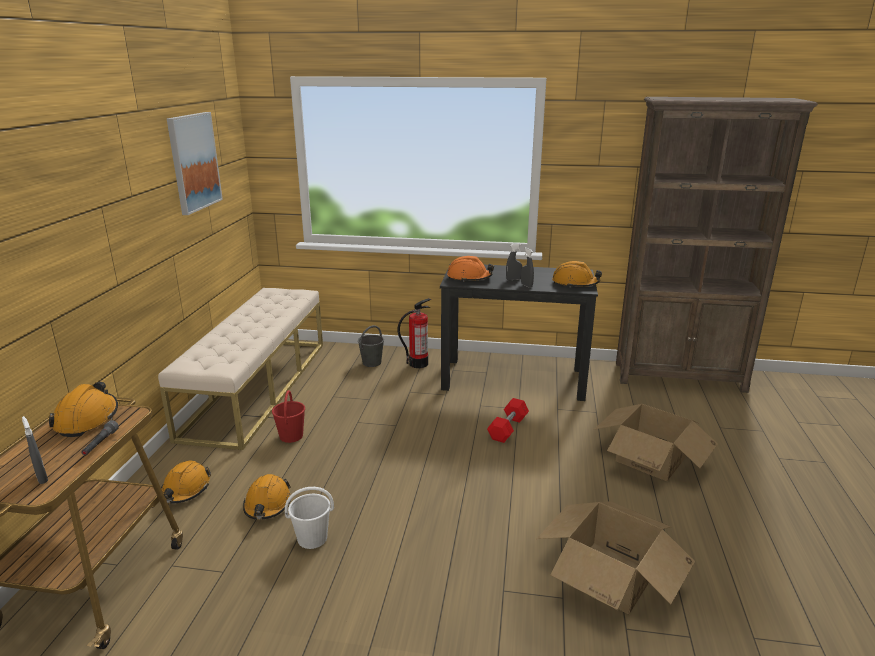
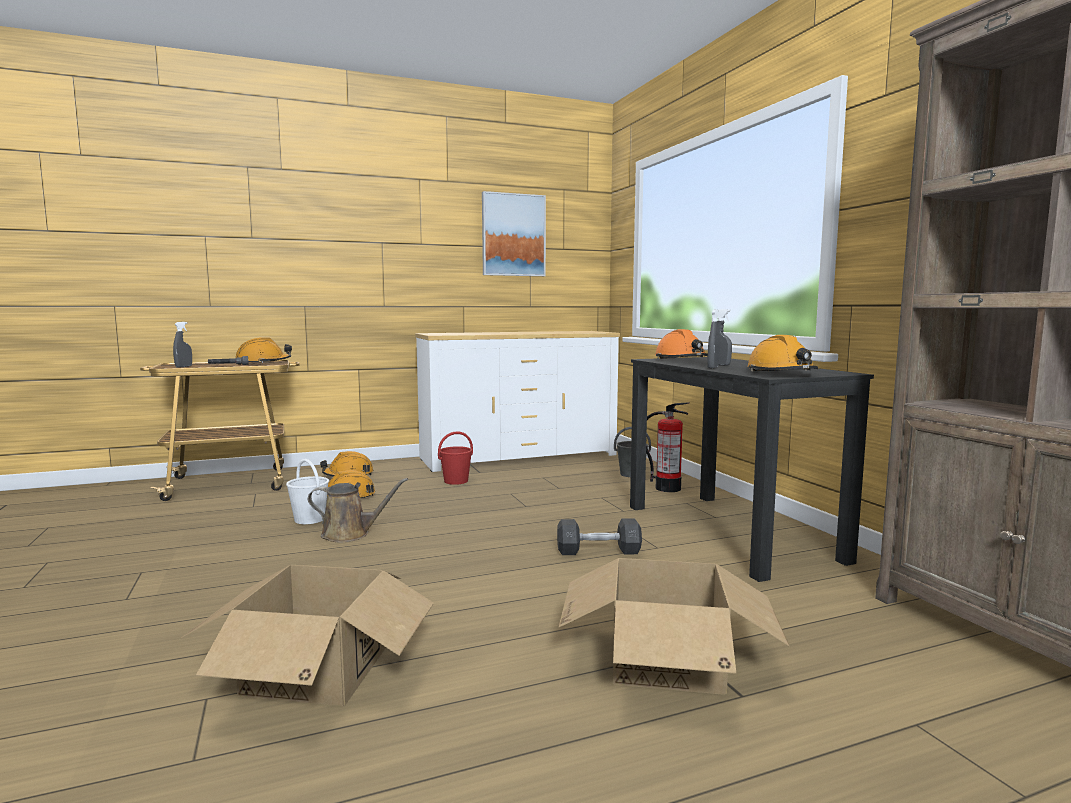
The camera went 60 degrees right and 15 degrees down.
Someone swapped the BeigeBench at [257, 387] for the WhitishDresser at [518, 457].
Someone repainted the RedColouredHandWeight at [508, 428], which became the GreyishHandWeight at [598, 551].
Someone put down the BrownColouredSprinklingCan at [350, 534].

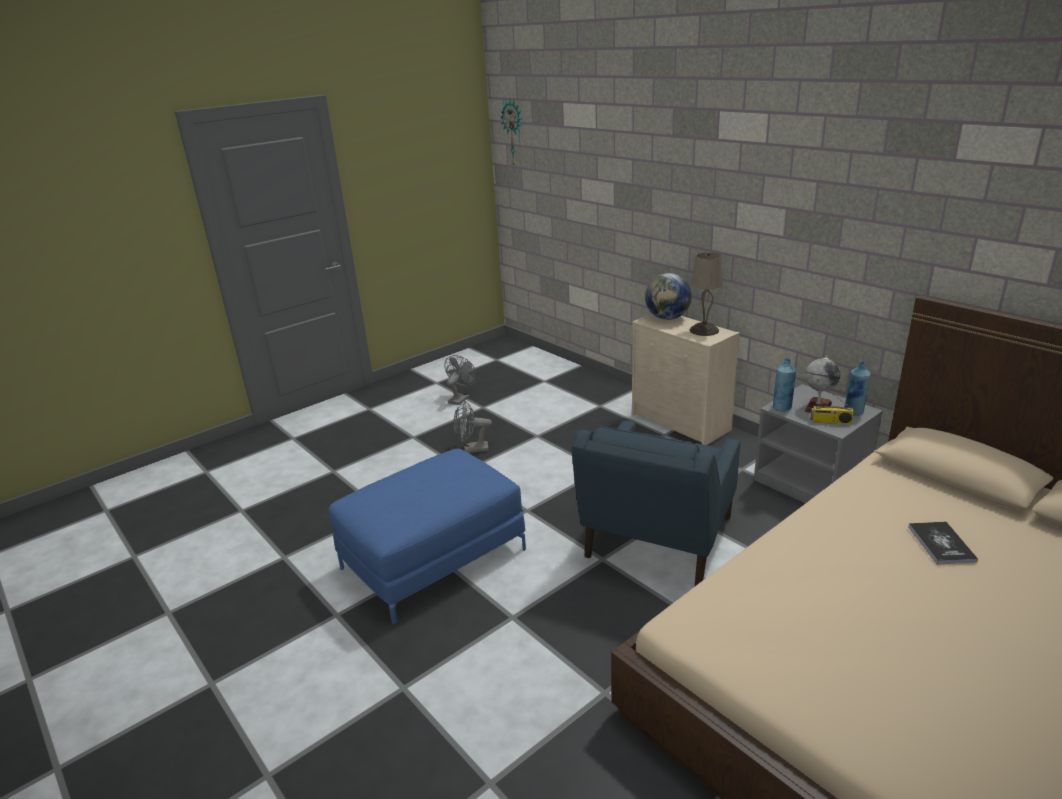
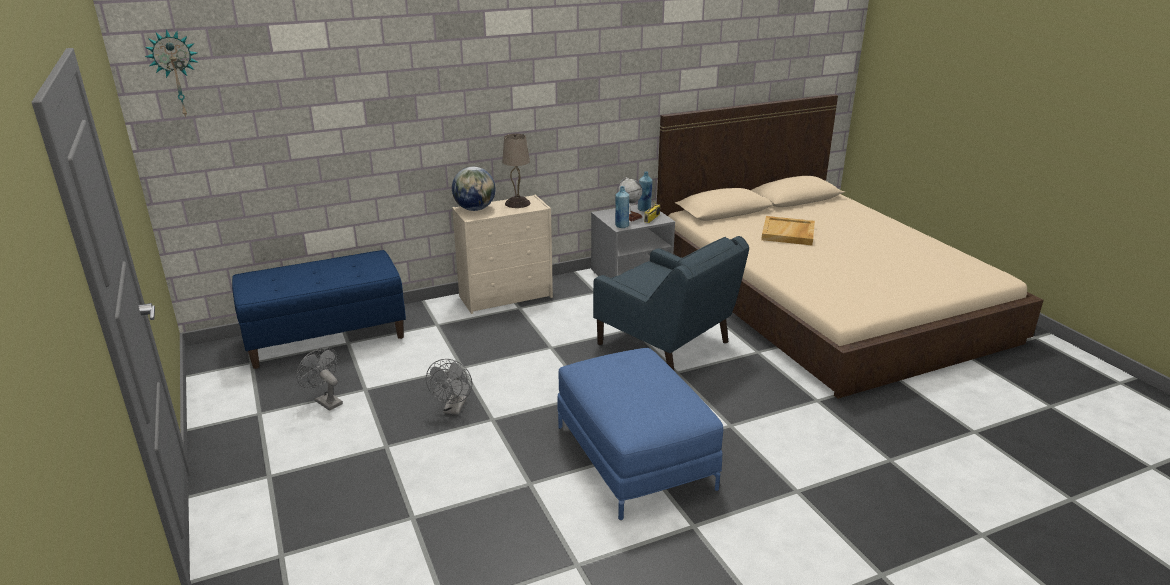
The camera went 75 degrees left and 0 degrees up.
Someone swapped the BoundBook at [941, 544] for the BeigeTray at [788, 233].
Someone put down the BluishBench at [327, 337].

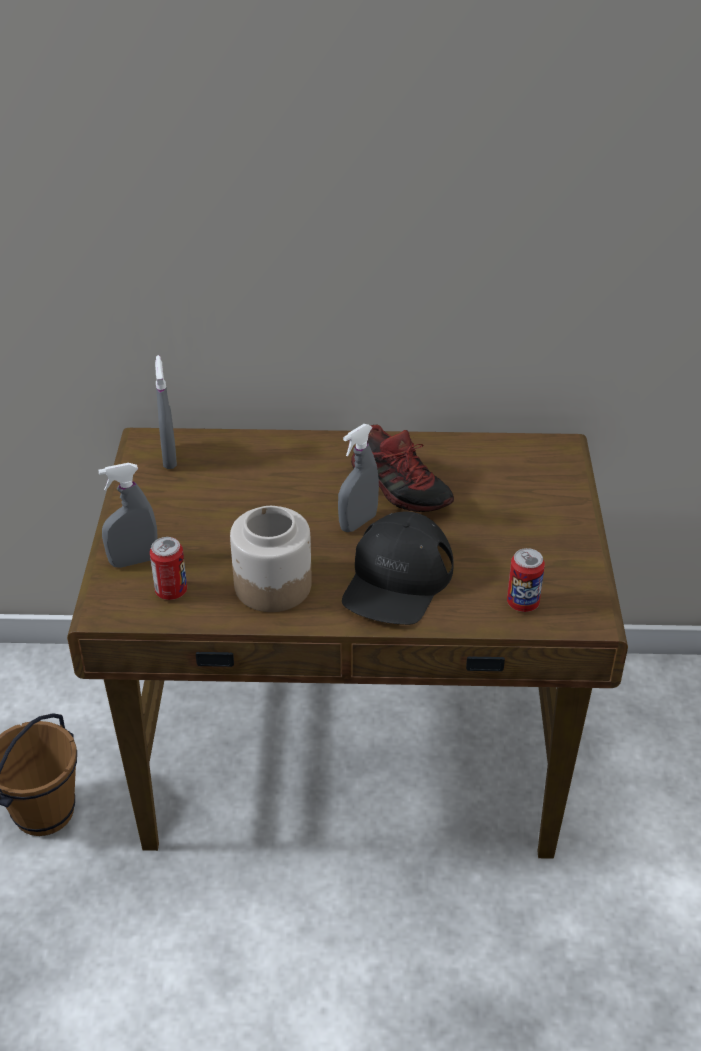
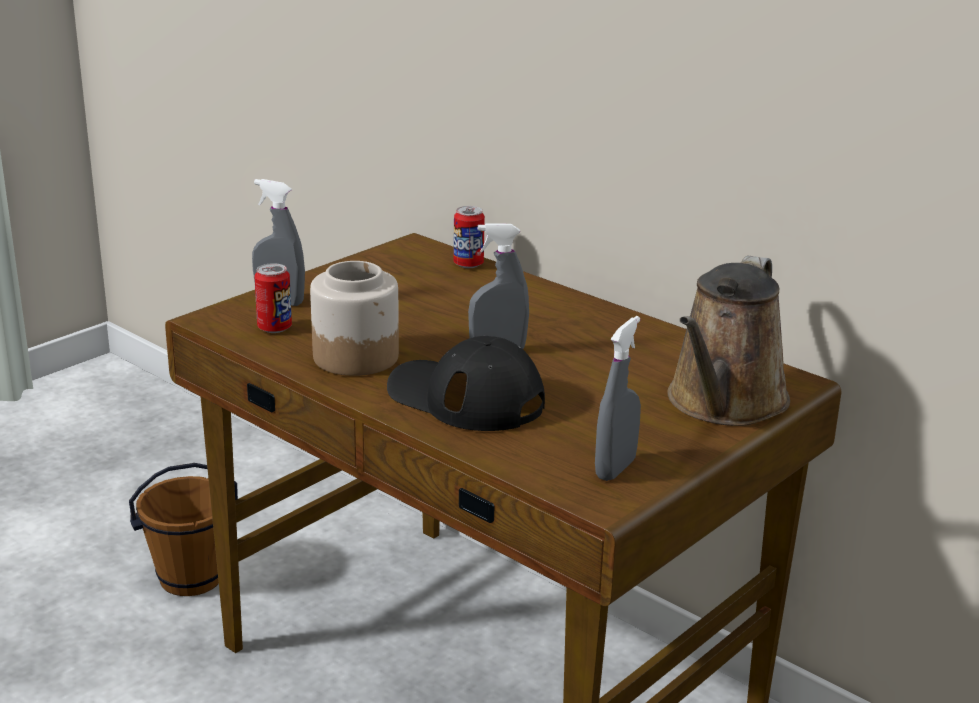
The camera went 40 degrees right and 15 degrees down.
Someone carried the GreyishSprayer from [169, 458] to [615, 469].
Someone took away the Shoe at [402, 487].
Someone rotated the BlackishCap at [397, 580] by 60 degrees clockwise.
Someone carried the SealedCan from [522, 603] to [468, 264].
Someone put down the BrownColouredSprinklingCan at [724, 403].

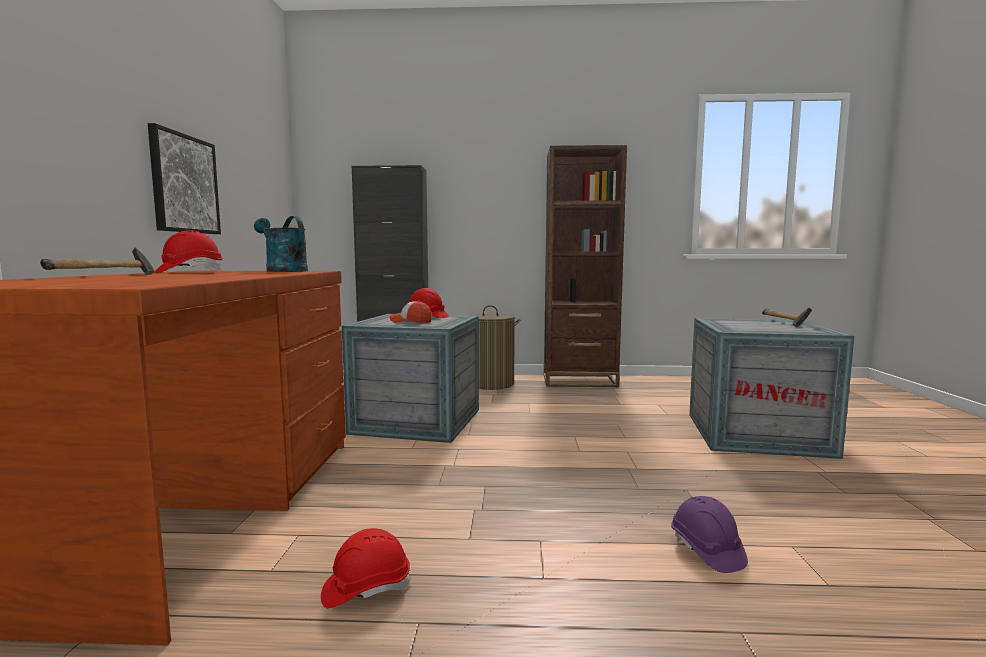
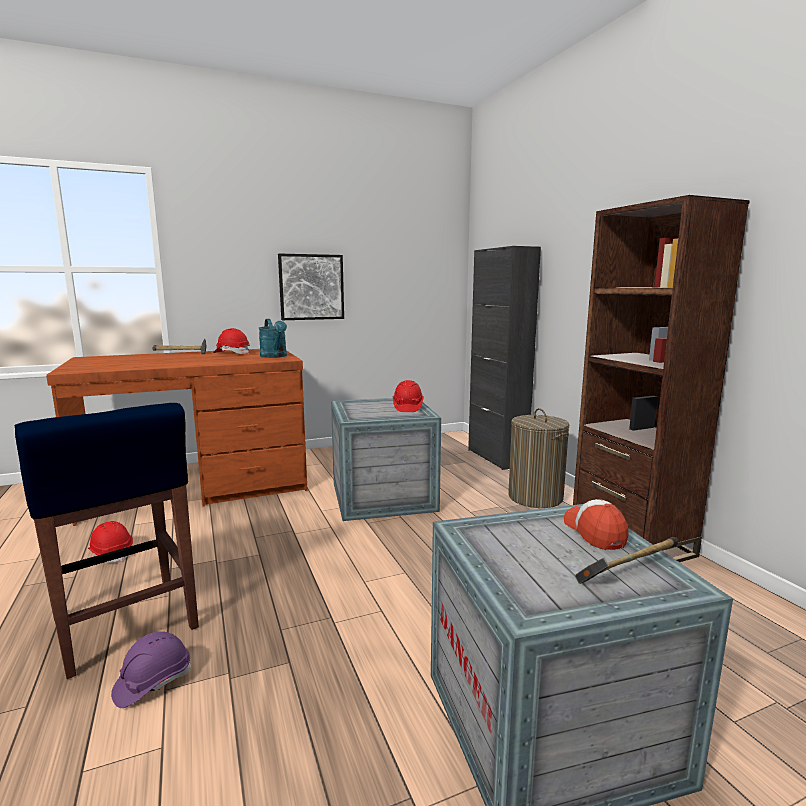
The camera went 65 degrees right and 5 degrees up.
Someone rotated the TurquoiseColouredSprinklingCan at [282, 271] by 135 degrees clockwise.
Someone carried the Cap from [411, 321] to [594, 532].
Someone put down the BluishStool at [125, 625].

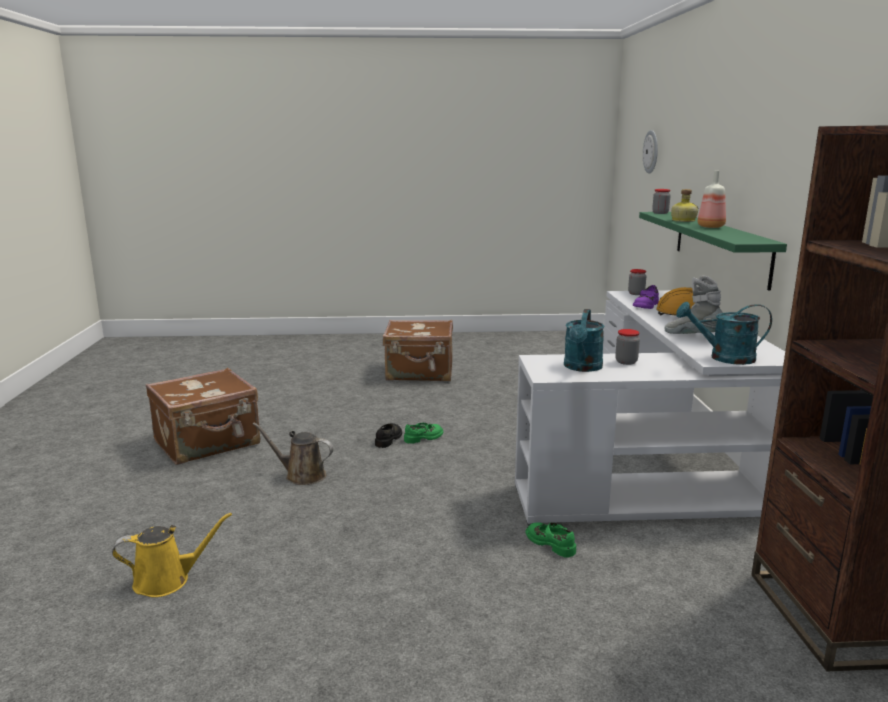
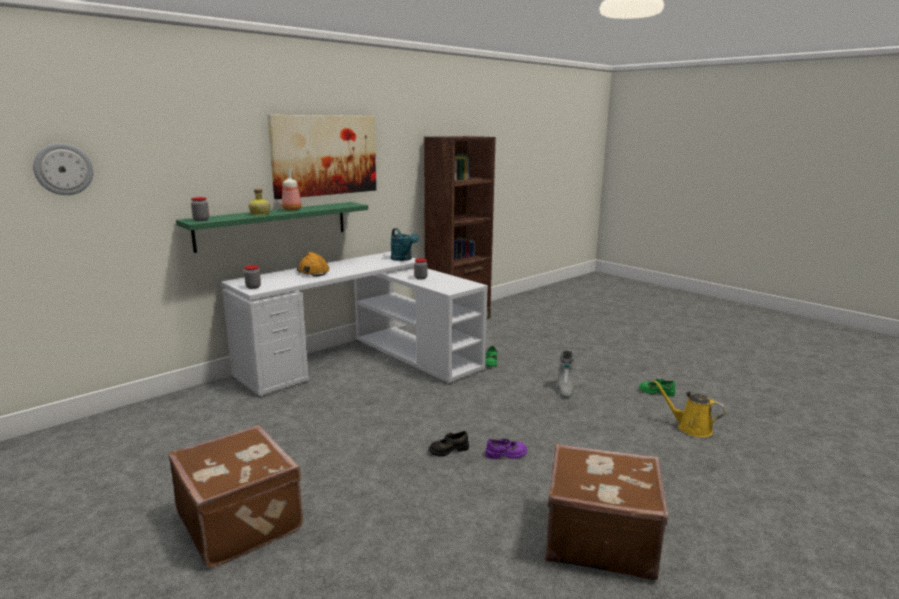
The camera went 130 degrees left and 0 degrees up.
Someone carried the GreyishTallBoot from [692, 336] to [564, 389].
Someone carried the PurpleColouredShoe from [645, 305] to [506, 454].
Someone took away the TurquoiseColouredSprinklingCan at [582, 368].
Someone took away the BrownColouredSprinklingCan at [301, 475].
Someone carried the GreenishShoe from [424, 438] to [656, 392].
Someone put up the WallPicture at [325, 155].

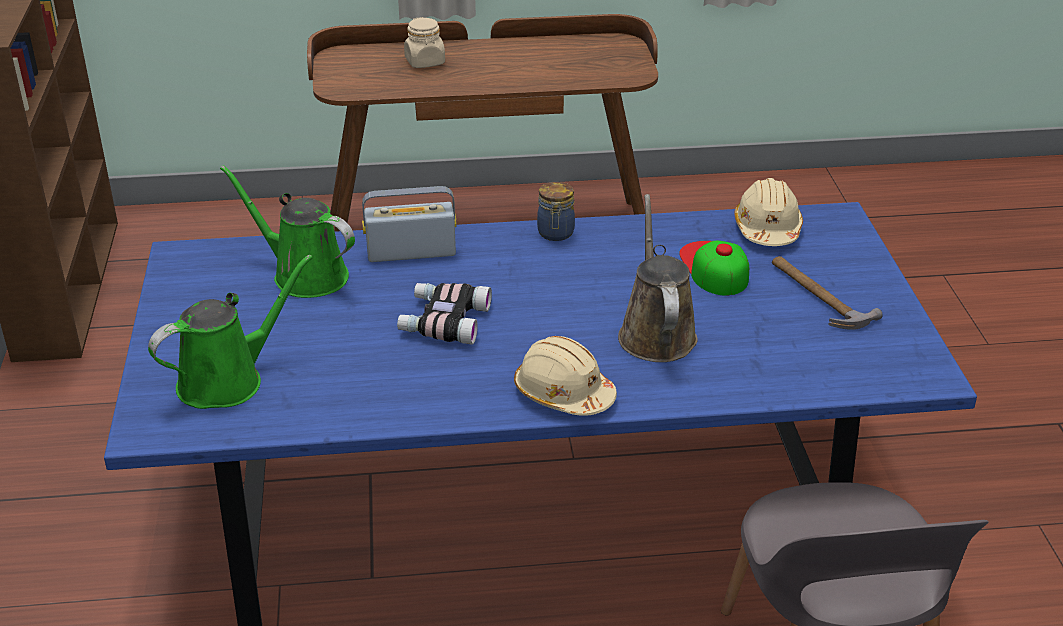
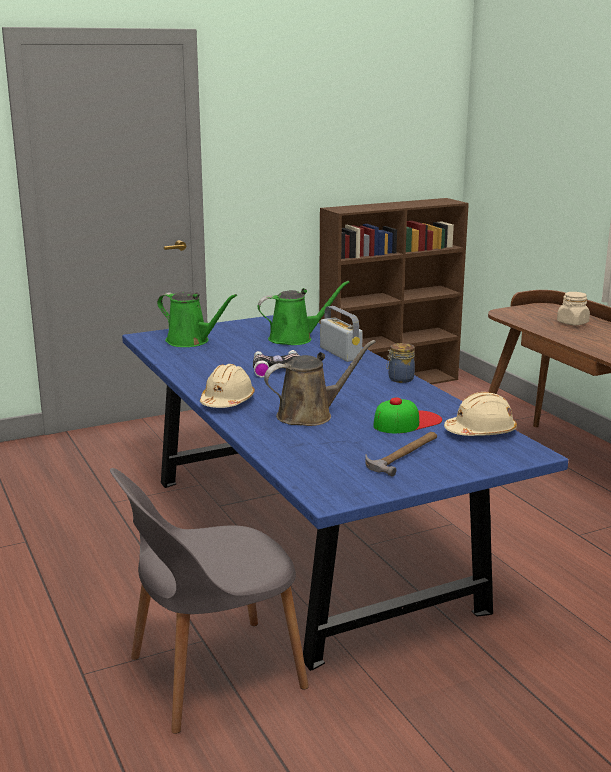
The camera went 70 degrees right and 15 degrees down.
Someone rotated the GreenishSprinklingCan at [304, 275] by 60 degrees clockwise.

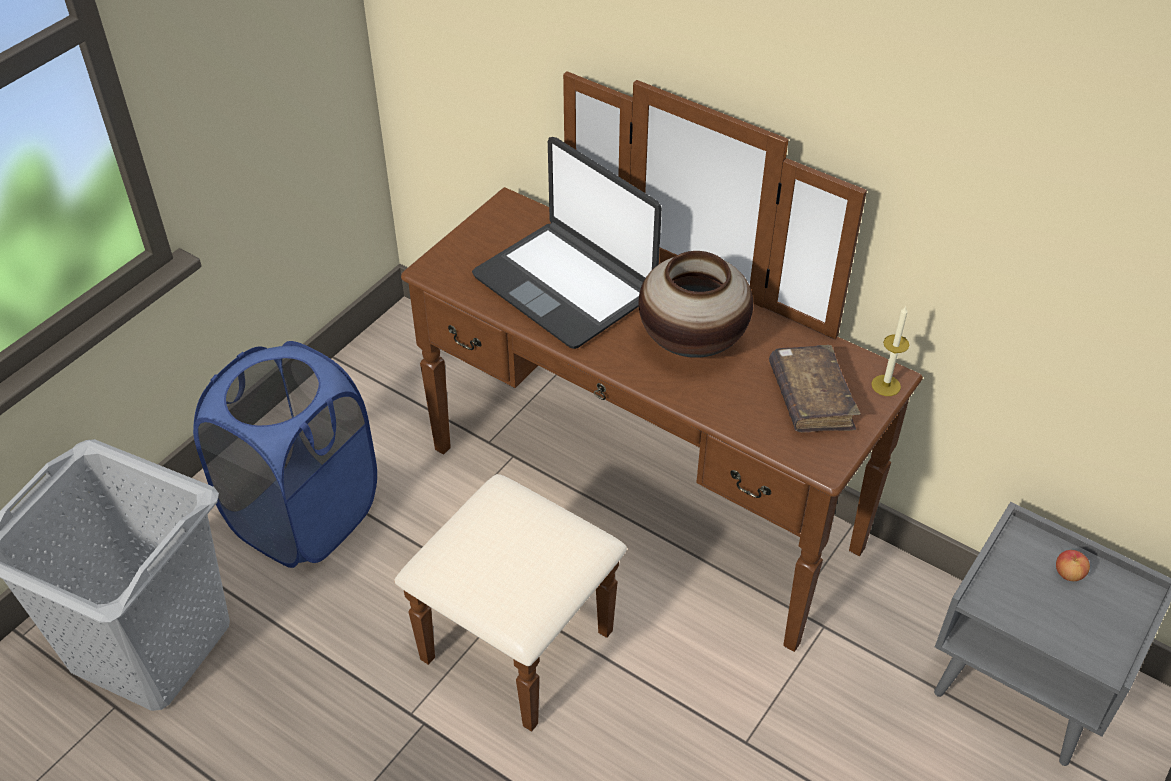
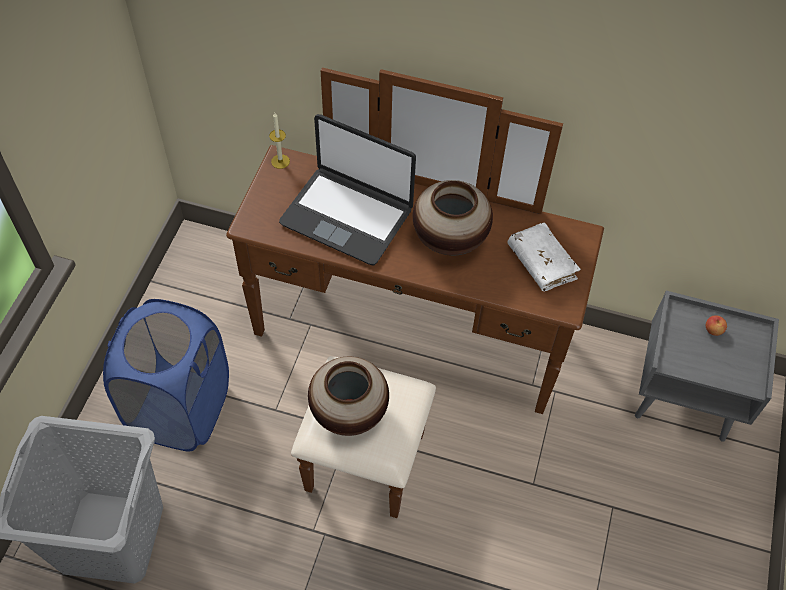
The camera went 20 degrees left and 10 degrees up.
Someone carried the WaxLight from [886, 385] to [280, 161].
Someone repainted the BrownColouredBoundBook at [811, 398], which became the WhitishBoundBook at [541, 263].
Someone put down the DecorativeVase at [349, 412].

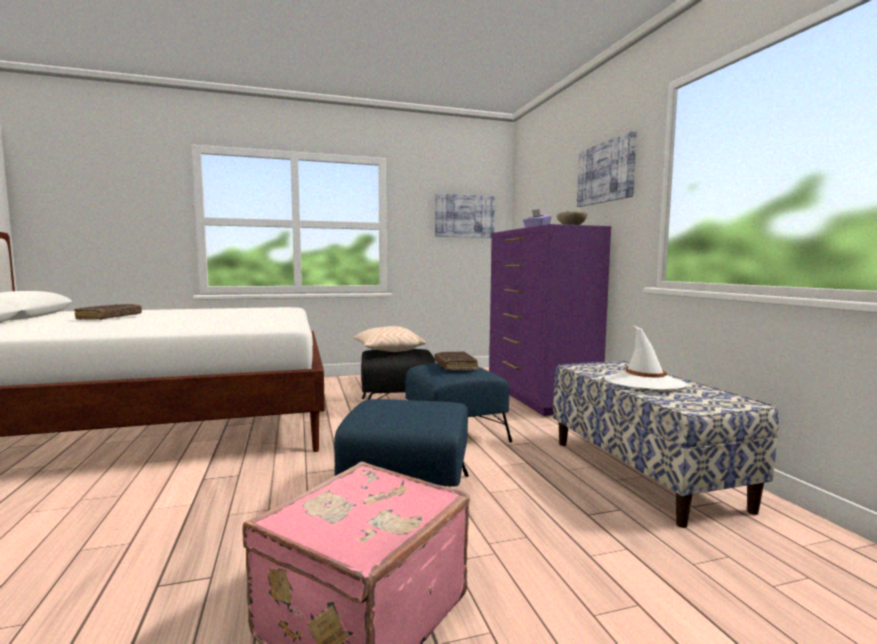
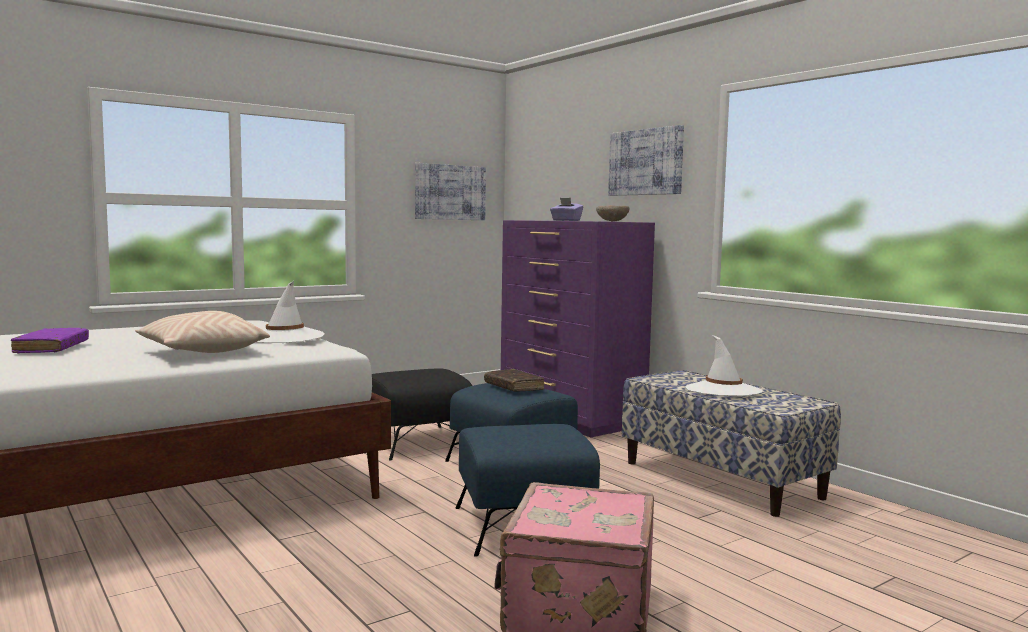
The camera went 20 degrees left and 0 degrees up.
Someone repainted the BrownColouredBoundBook at [109, 317], which became the PurpleColouredBoundBook at [51, 348].
Someone carried the BeigeCushion from [388, 351] to [202, 352].
Someone put down the WhitishWearableHat at [285, 337].

